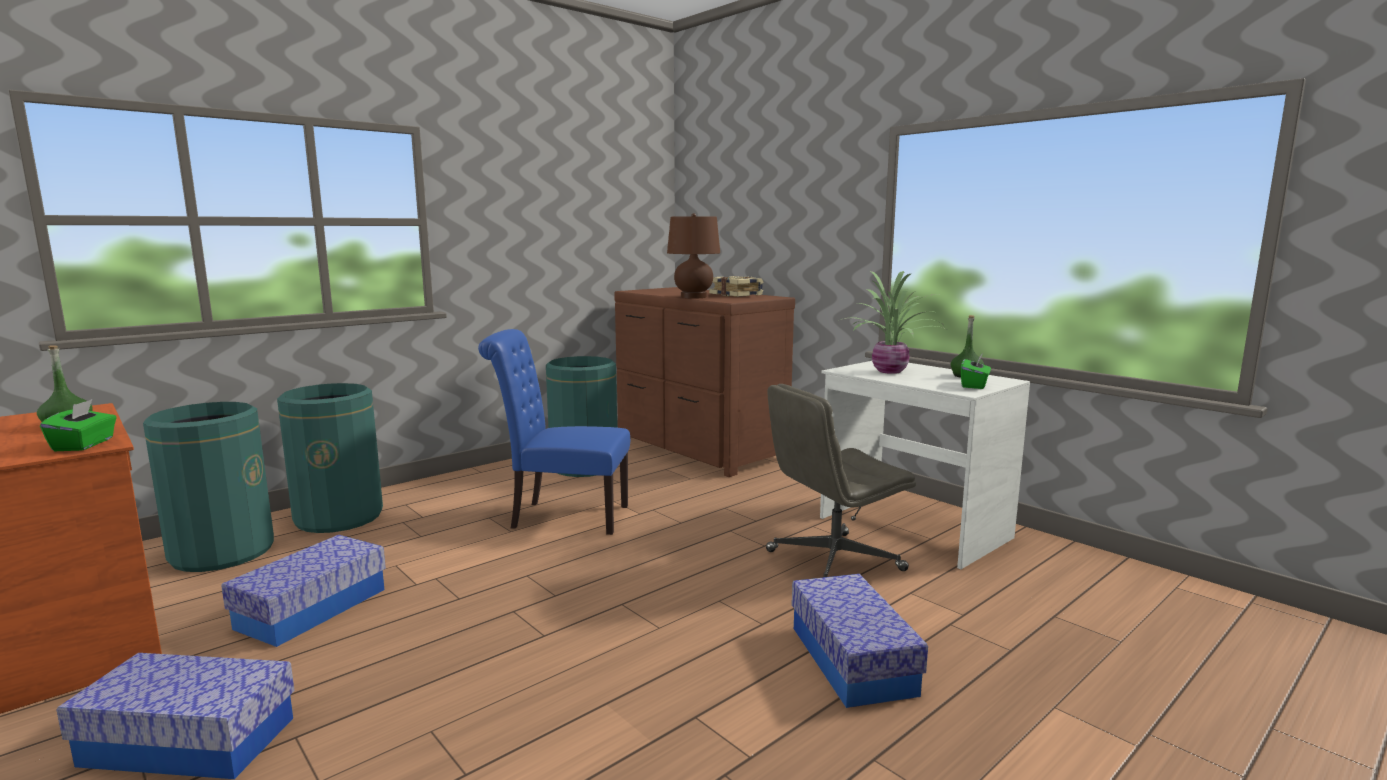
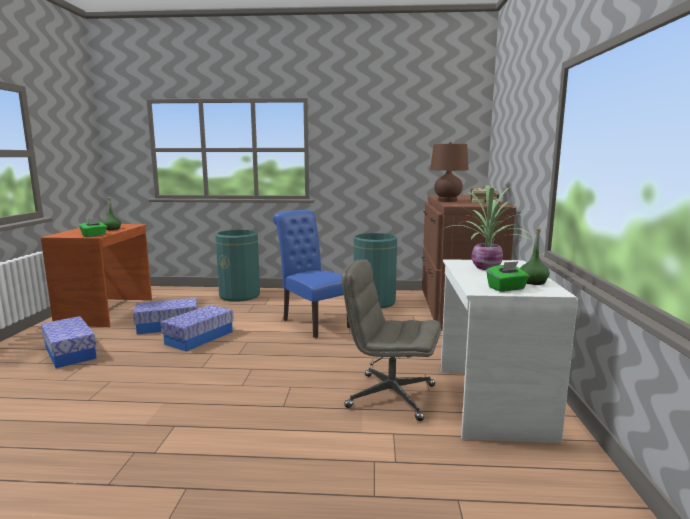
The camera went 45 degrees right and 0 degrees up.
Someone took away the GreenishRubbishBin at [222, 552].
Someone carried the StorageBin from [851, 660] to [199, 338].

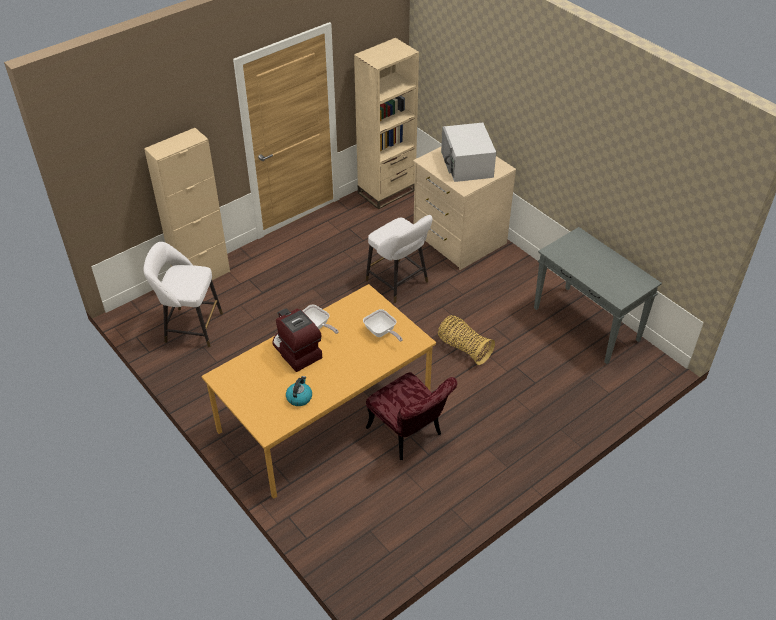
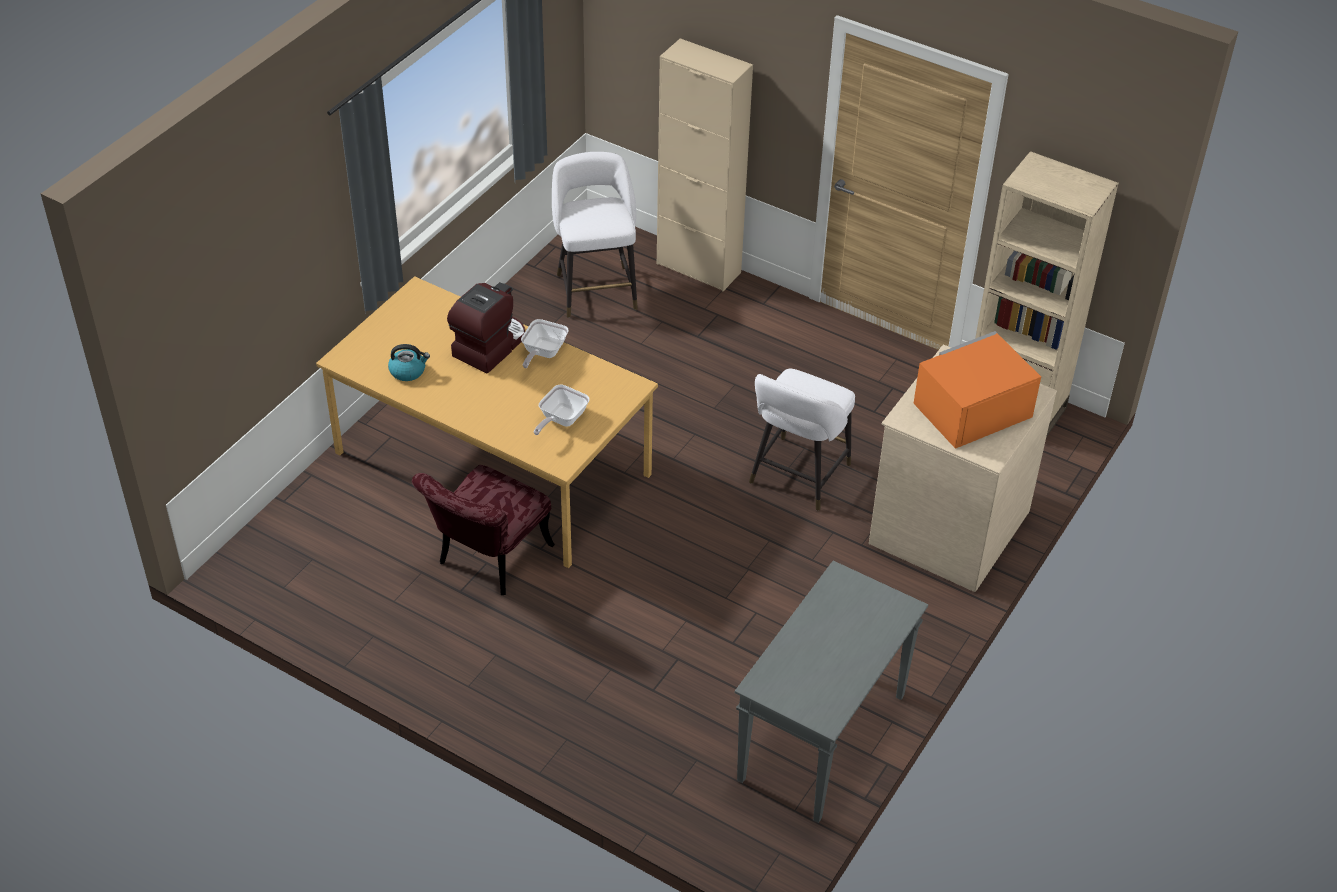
The camera went 70 degrees right and 0 degrees up.
Someone repainted the WhitishMicrowave at [467, 164], which became the OrangeMicrowave at [971, 409].
Someone took away the HouseholdBasket at [464, 348].

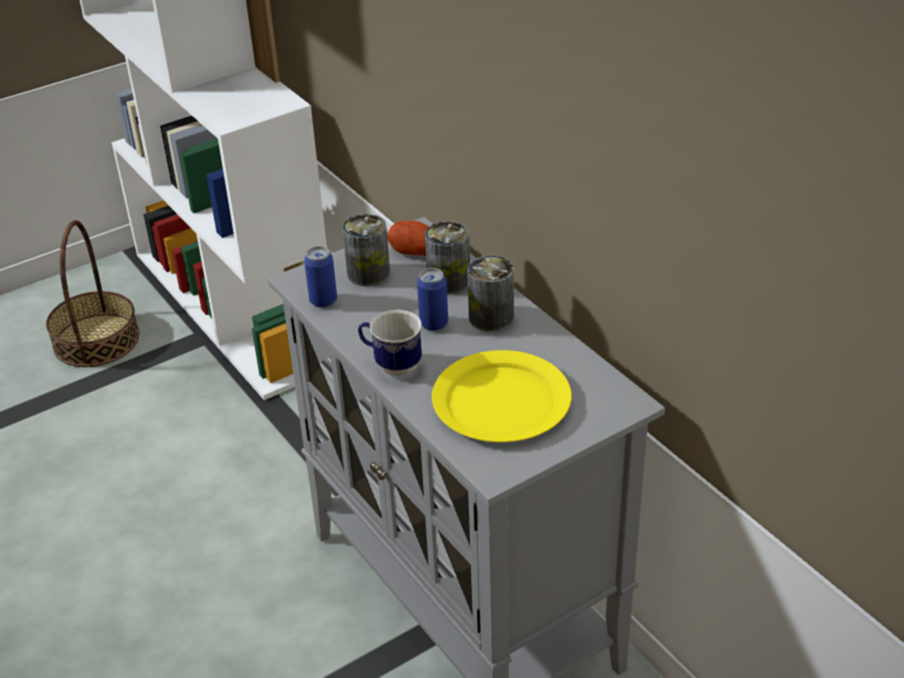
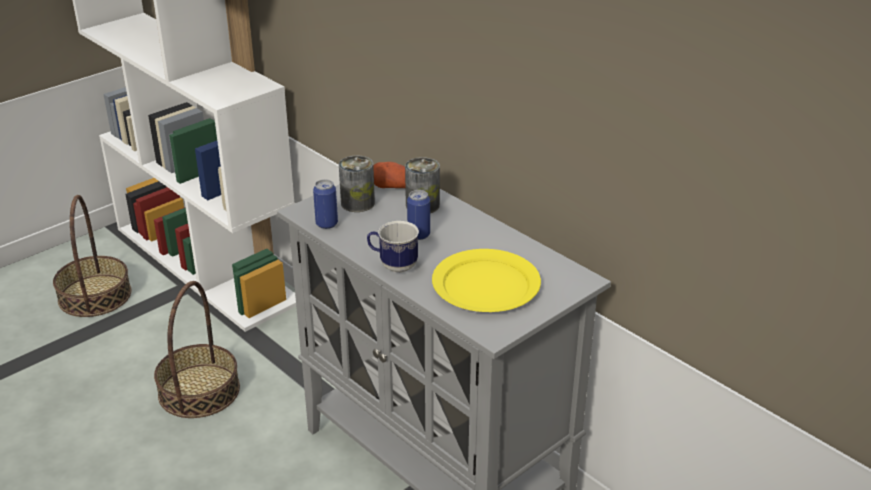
The camera went 10 degrees left and 5 degrees down.
Someone took away the SealedCan at [491, 317].
Someone put down the HouseholdBasket at [199, 391].

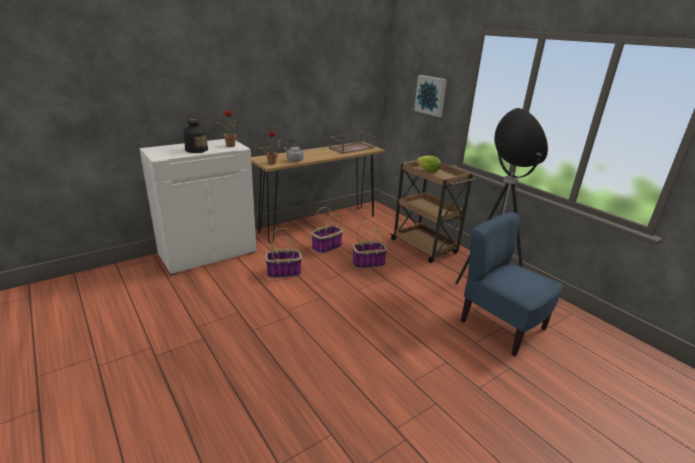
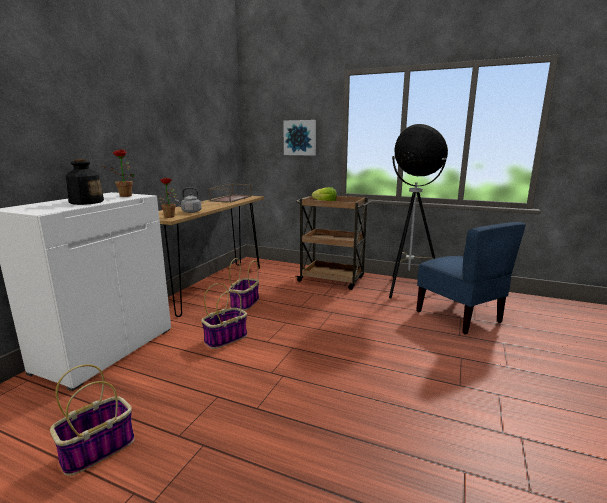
The camera went 30 degrees left and 10 degrees down.
Someone rotated the BluishPlainChair at [501, 326] by 135 degrees counterclockwise.
Someone carried the HouseholdBasket from [368, 263] to [98, 449].

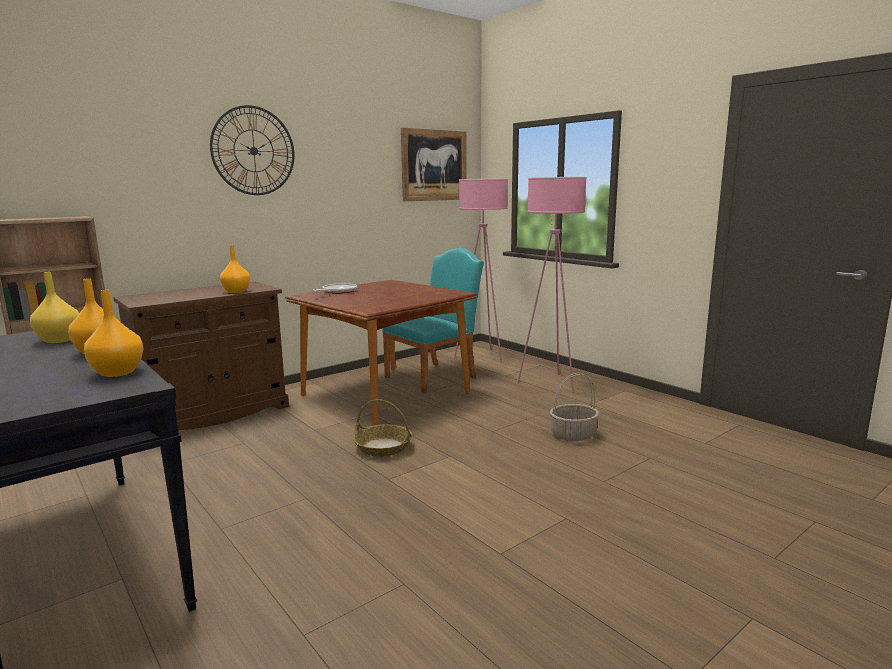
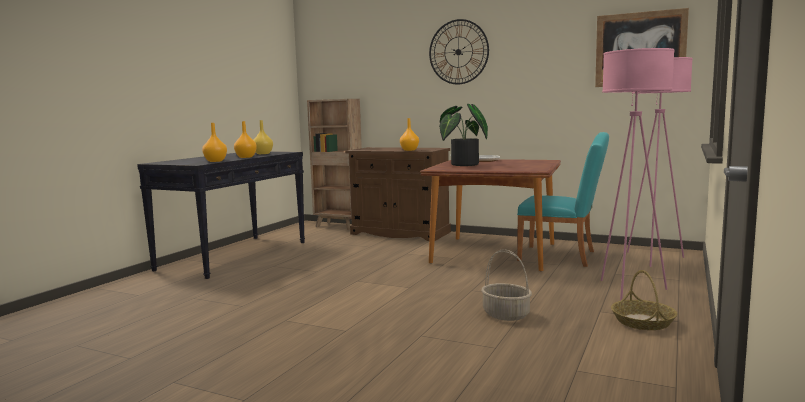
The camera went 65 degrees right and 5 degrees down.
Someone carried the HouseholdBasket from [383, 447] to [643, 322].
Someone put down the PlantInAPot at [461, 165].

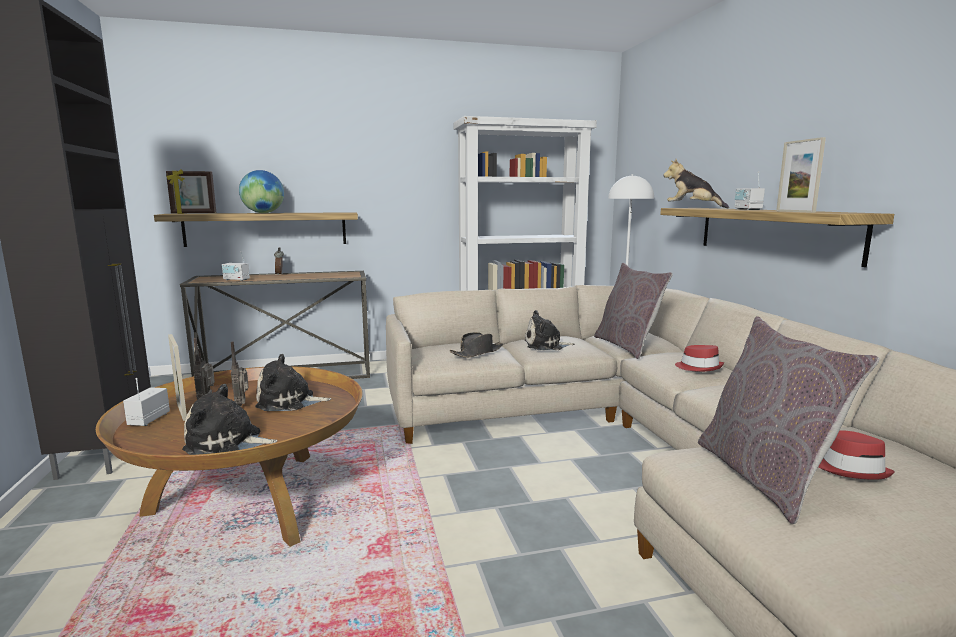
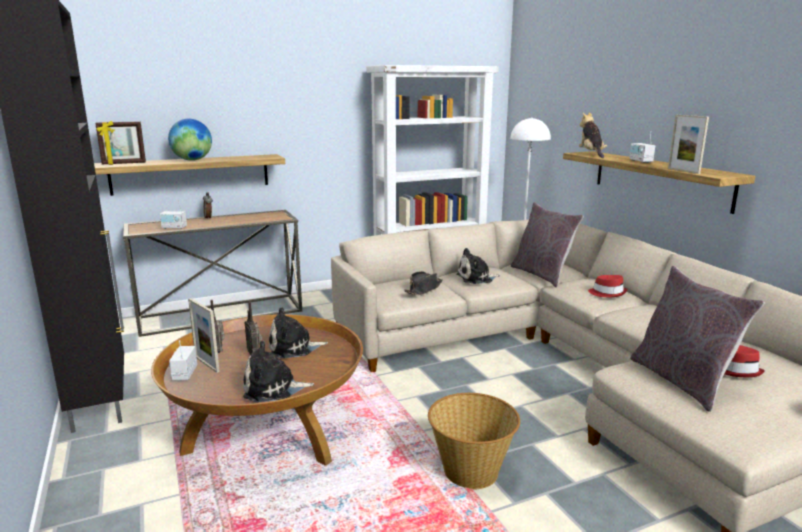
The camera went 10 degrees left and 5 degrees up.
Someone rotated the PlushToy at [692, 208] by 60 degrees clockwise.
Someone put down the HouseholdBasket at [471, 470].

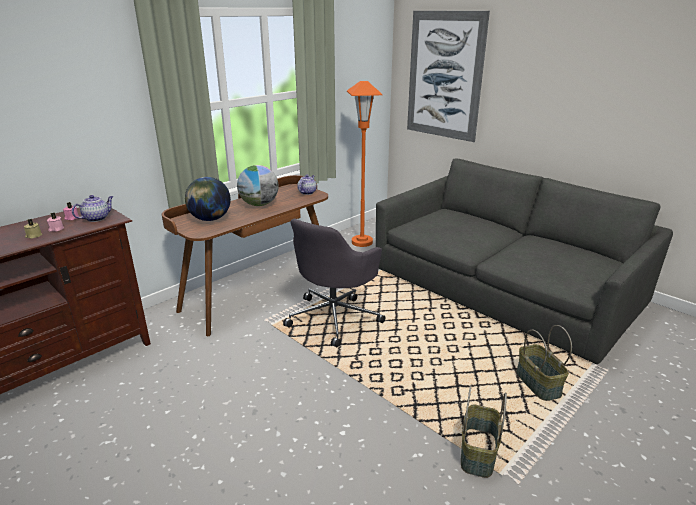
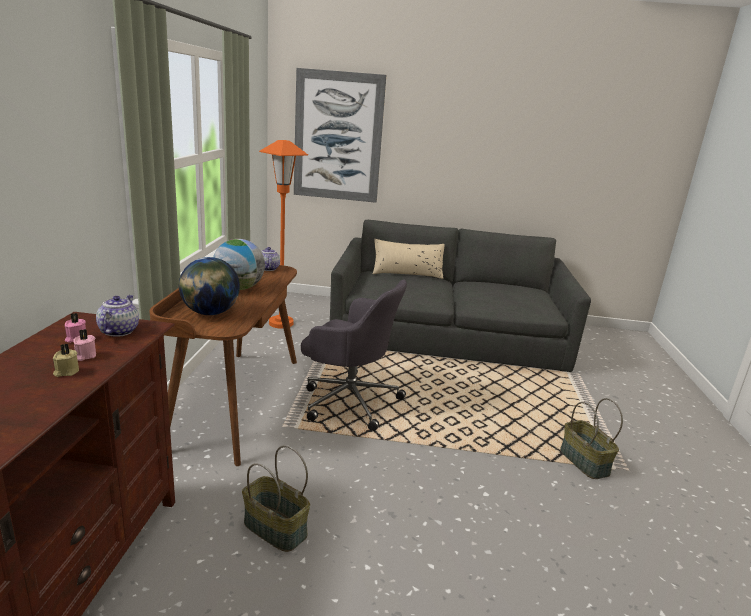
The camera went 40 degrees left and 5 degrees down.
Someone rotated the GreyishOfficeChair at [334, 317] by 60 degrees counterclockwise.
Someone carried the HouseholdBasket from [537, 383] to [274, 529].
Someone put down the BeigeCushion at [407, 274].

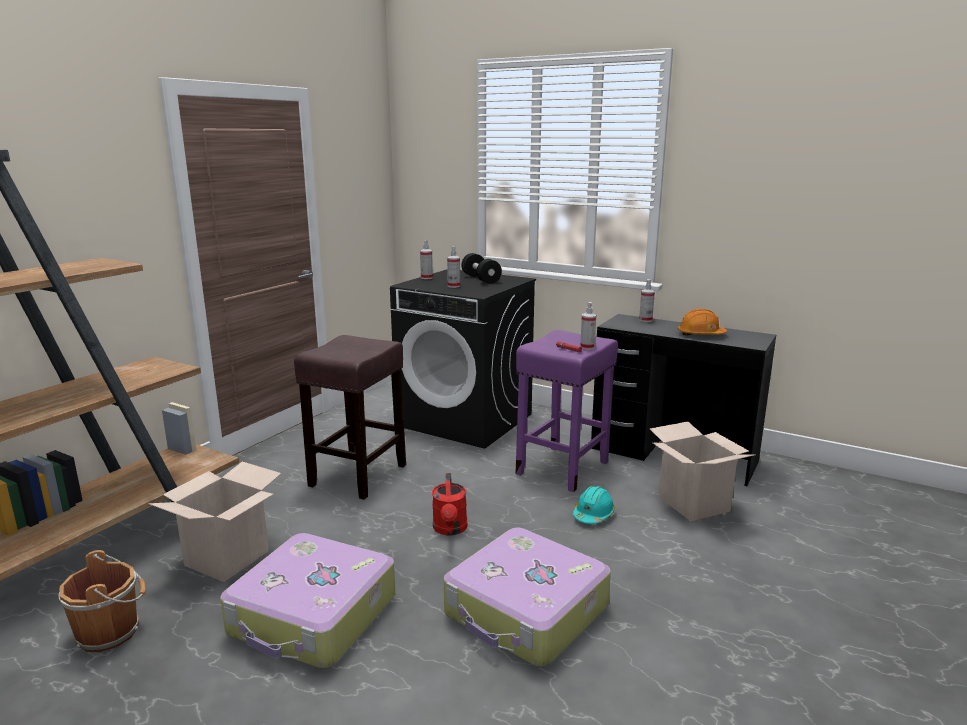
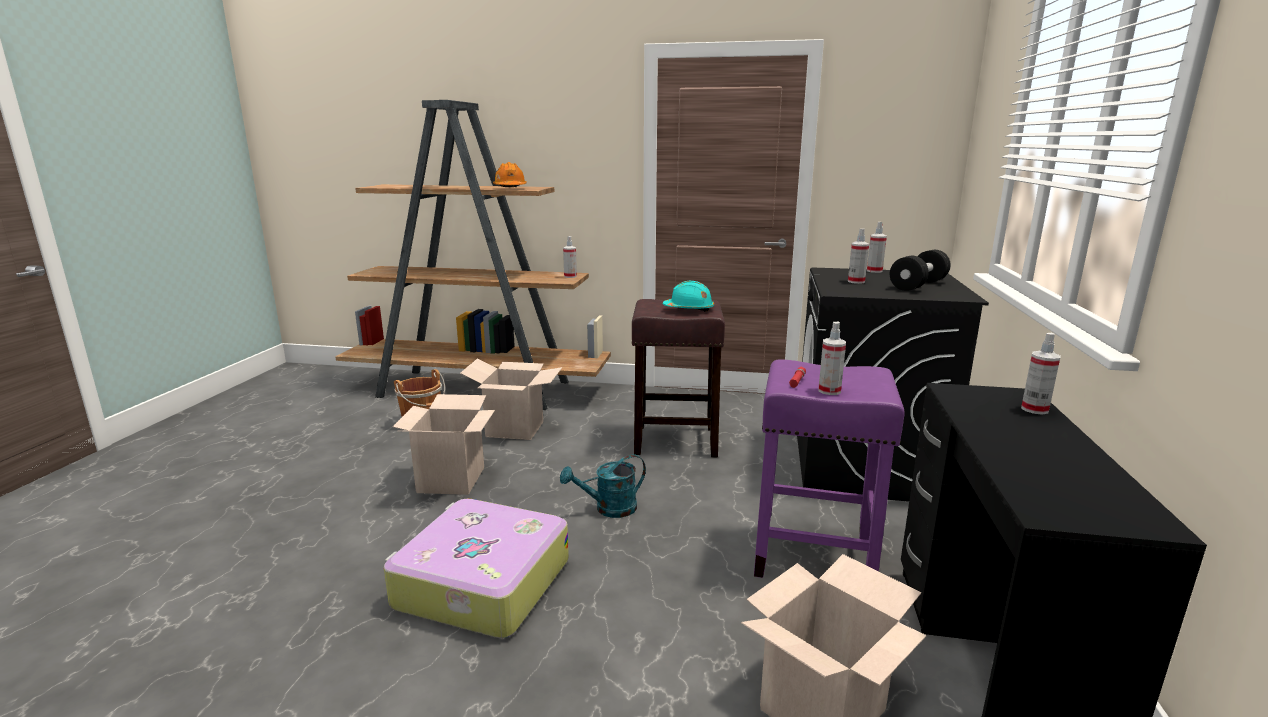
The camera went 70 degrees right and 0 degrees up.
Someone carried the OrangeHardHat from [700, 334] to [510, 188].
Someone repainted the RedColouredSprinklingCan at [450, 529], which became the TurquoiseColouredSprinklingCan at [609, 509].
Someone carried the TurquoiseColouredHardHat from [593, 515] to [689, 309].
Someone swapped the Suitcase at [313, 616] for the CardboardBox at [451, 480].
Someone put down the Sprayer at [570, 276].

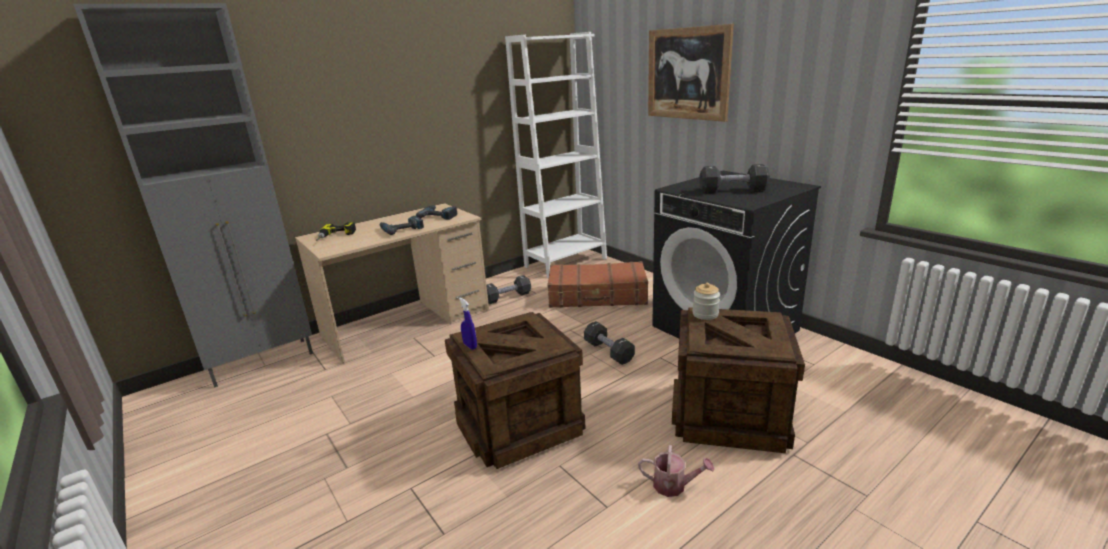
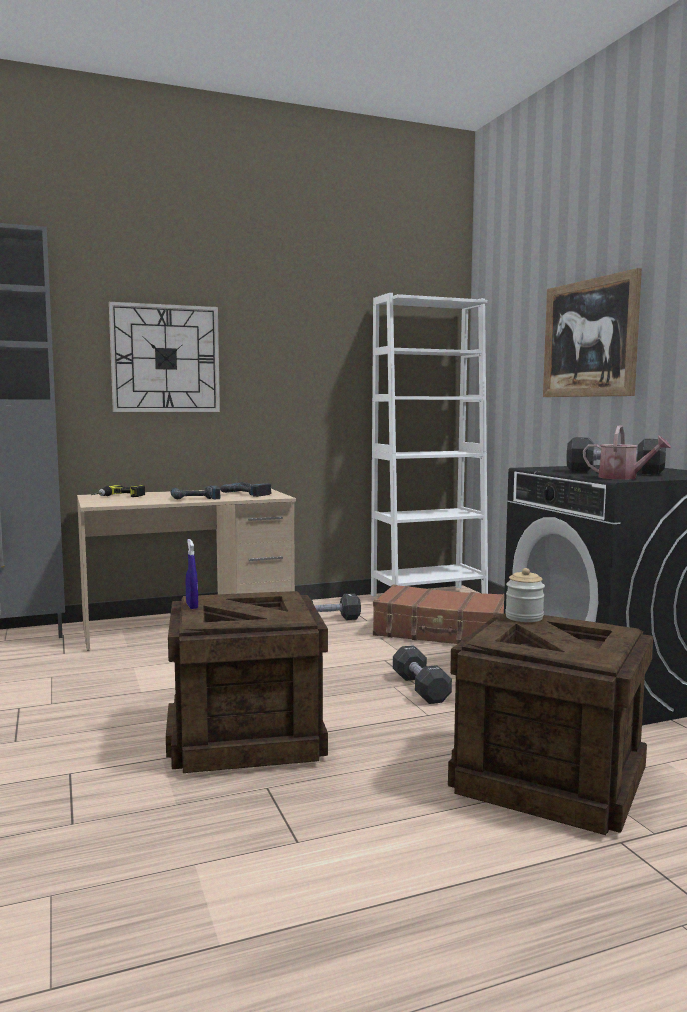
The camera went 15 degrees right and 15 degrees down.
Someone carried the SprinklingCan from [674, 485] to [623, 478].
Someone put up the ClockOnTheWall at [165, 358].

